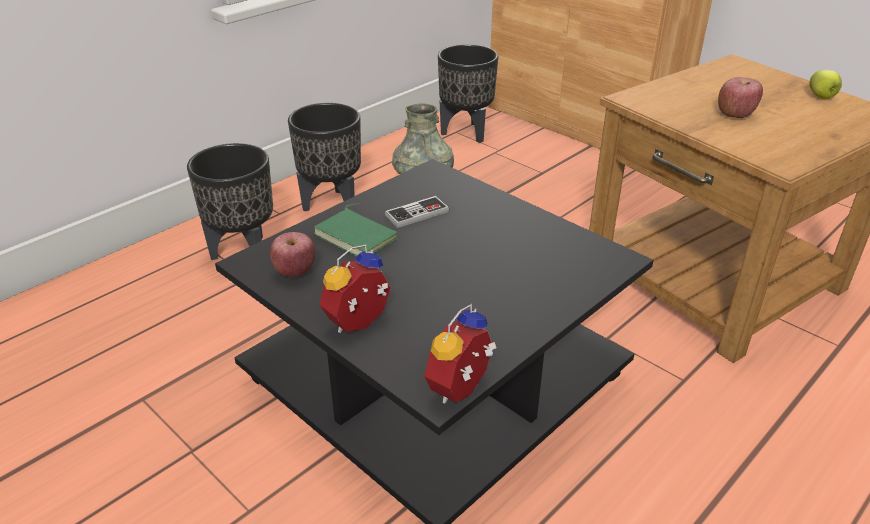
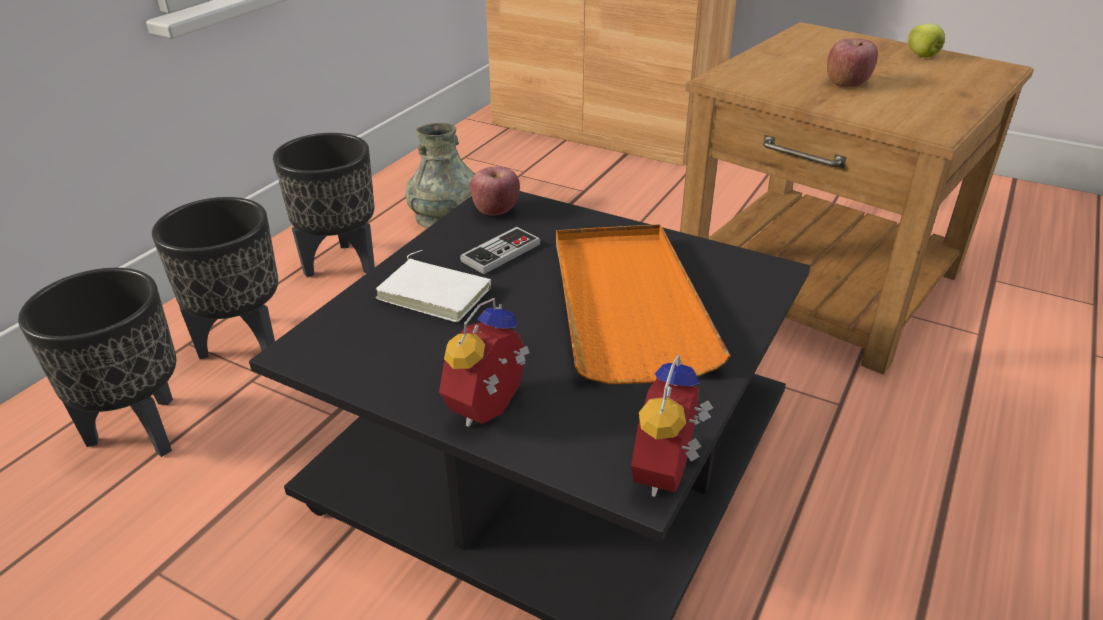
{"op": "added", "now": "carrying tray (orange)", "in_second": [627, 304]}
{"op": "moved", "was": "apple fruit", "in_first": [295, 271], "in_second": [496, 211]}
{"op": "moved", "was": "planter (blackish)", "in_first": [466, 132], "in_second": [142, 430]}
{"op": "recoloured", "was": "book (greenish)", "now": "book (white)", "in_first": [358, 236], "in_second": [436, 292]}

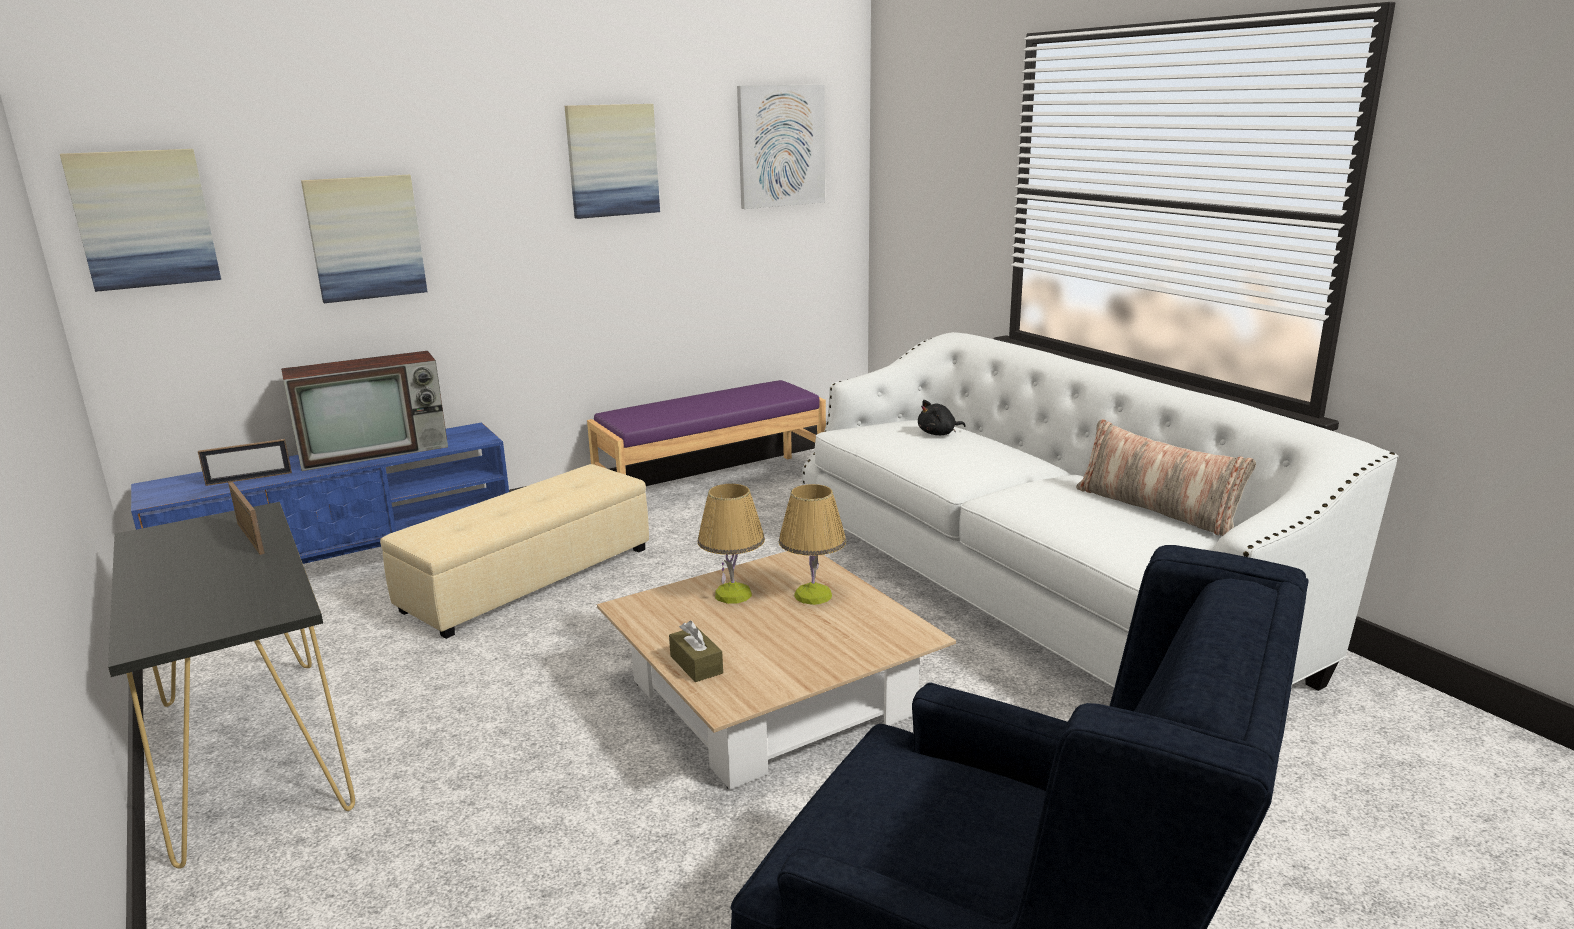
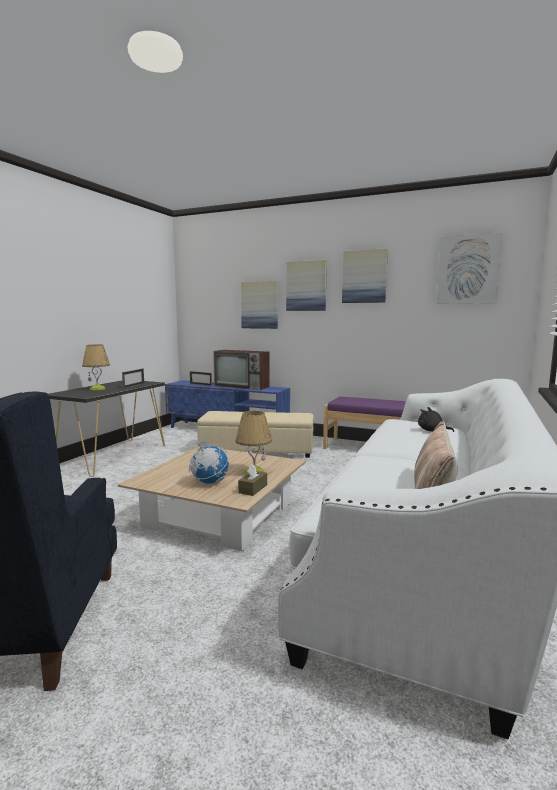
{"op": "added", "now": "world globe", "in_second": [209, 482]}
{"op": "moved", "was": "wall art", "in_first": [144, 219], "in_second": [306, 286]}
{"op": "moved", "was": "box of tissues (brown)", "in_first": [696, 664], "in_second": [253, 489]}
{"op": "moved", "was": "tabletop lamp", "in_first": [733, 594], "in_second": [97, 389]}

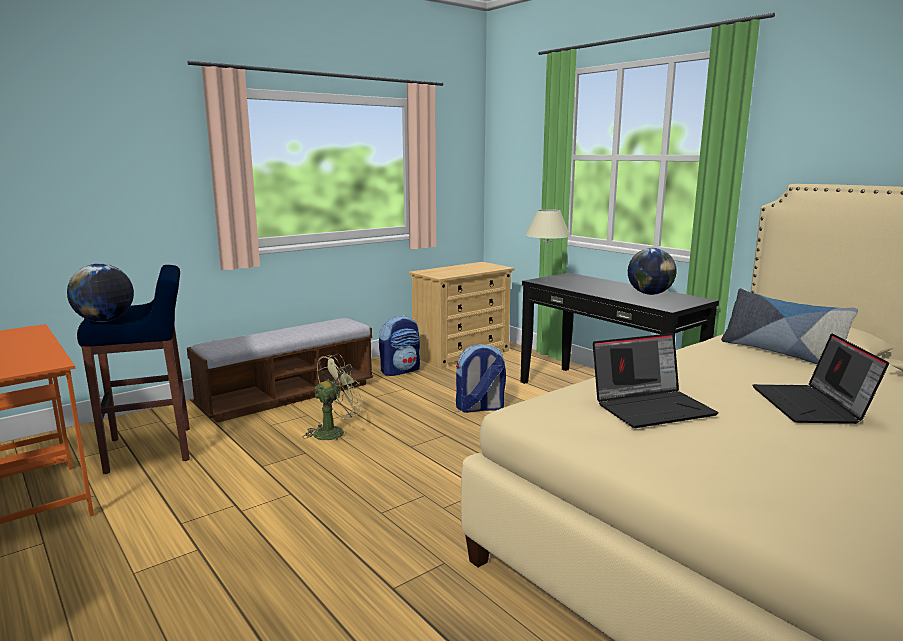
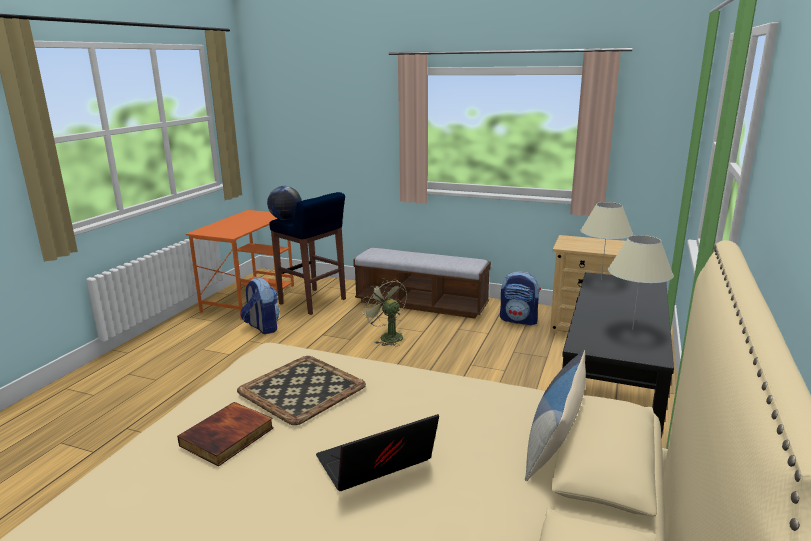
{"op": "added", "now": "book", "in_second": [228, 437]}
{"op": "moved", "was": "knapsack", "in_first": [480, 408], "in_second": [262, 327]}
{"op": "replaced", "was": "notebook computer", "now": "carrying tray", "in_first": [652, 407], "in_second": [303, 389]}
{"op": "replaced", "was": "world globe", "now": "tabletop lamp (beige)", "in_first": [649, 294], "in_second": [632, 329]}
{"op": "turned", "was": "cooling fan (greenish)", "in_first": [334, 432], "in_second": [387, 336], "clockwise": -150}

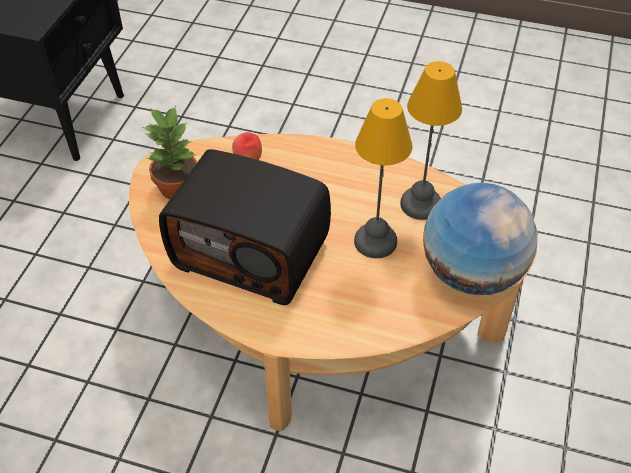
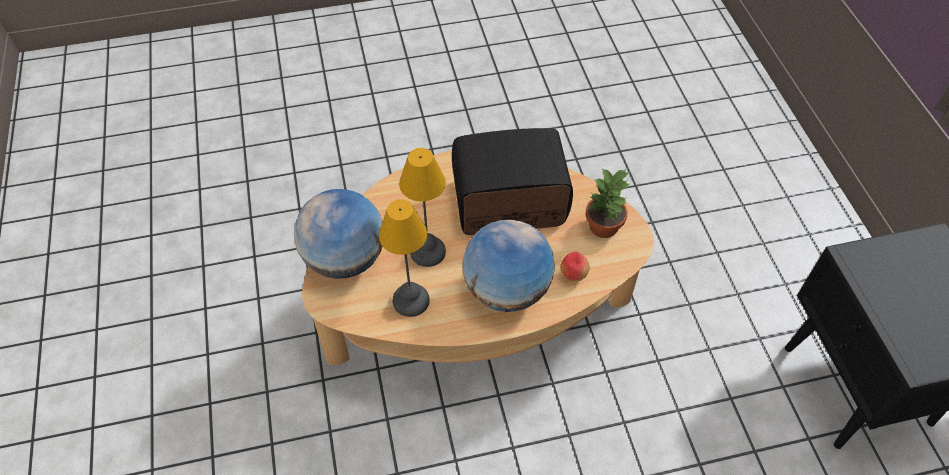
{"op": "added", "now": "world globe", "in_second": [506, 290]}

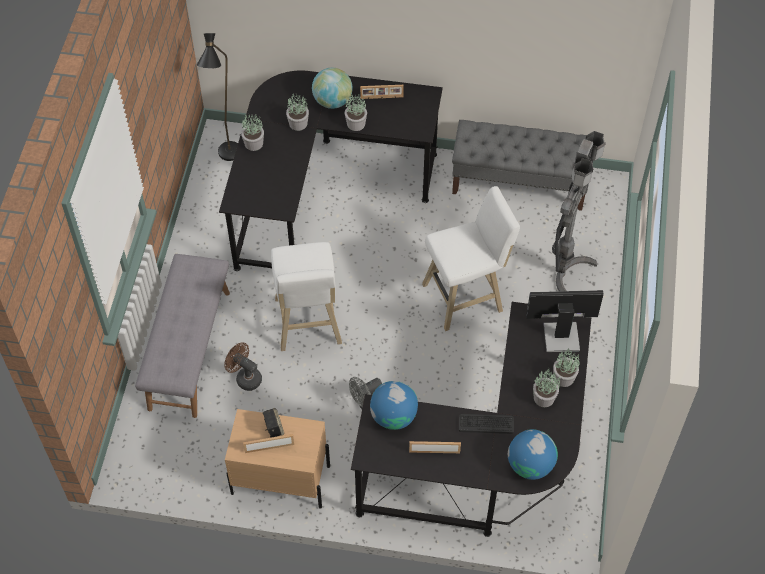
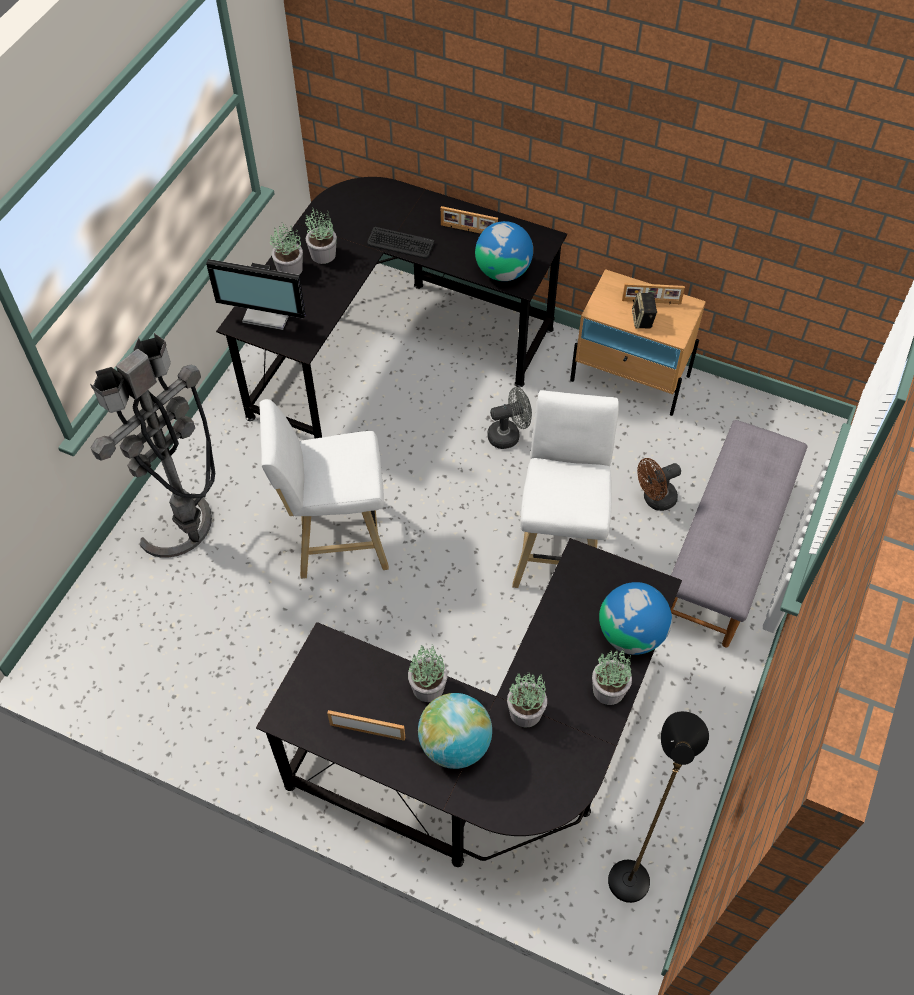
{"op": "removed", "was": "indoor bench (gray)", "in_first": [519, 183]}
{"op": "moved", "was": "world globe", "in_first": [530, 465], "in_second": [631, 634]}
{"op": "turned", "was": "cooling fan (brown)", "in_first": [245, 377], "in_second": [655, 499], "clockwise": 105}

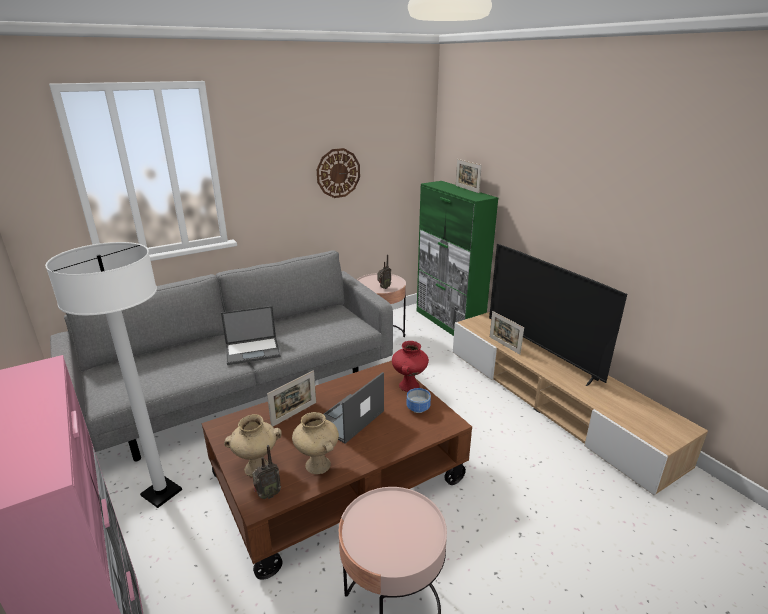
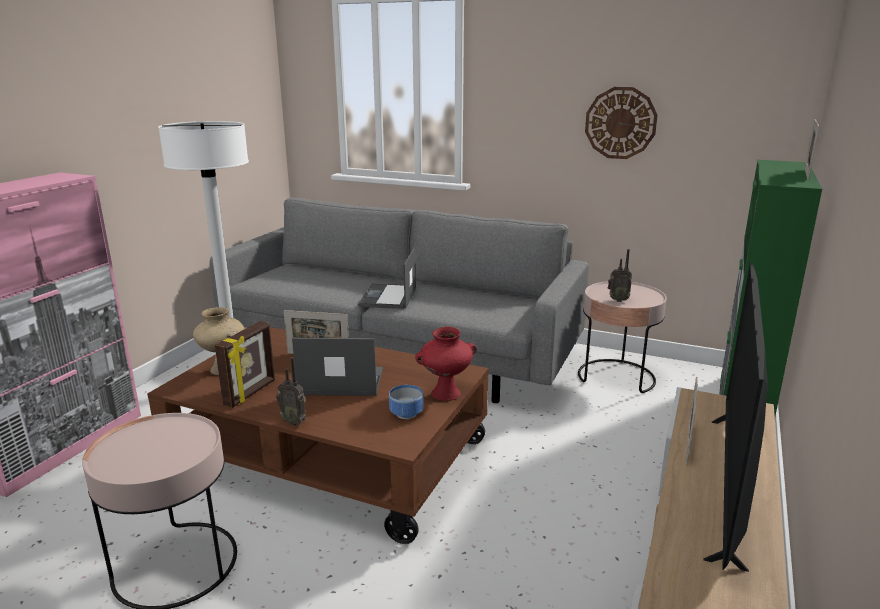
{"op": "moved", "was": "radio", "in_first": [267, 495], "in_second": [294, 422]}
{"op": "replaced", "was": "flower vase (beige)", "now": "picture frame", "in_first": [317, 465], "in_second": [251, 393]}
{"op": "turned", "was": "notebook computer", "in_first": [253, 350], "in_second": [388, 297], "clockwise": 60}

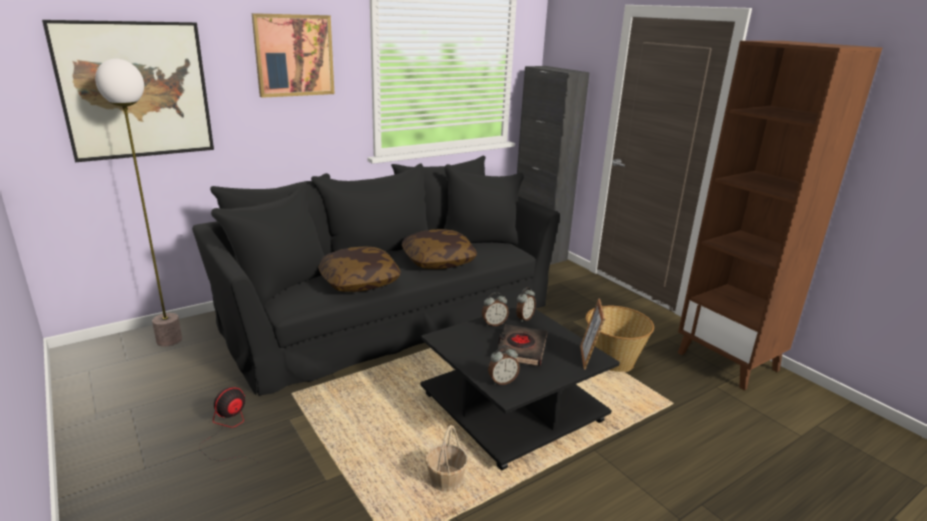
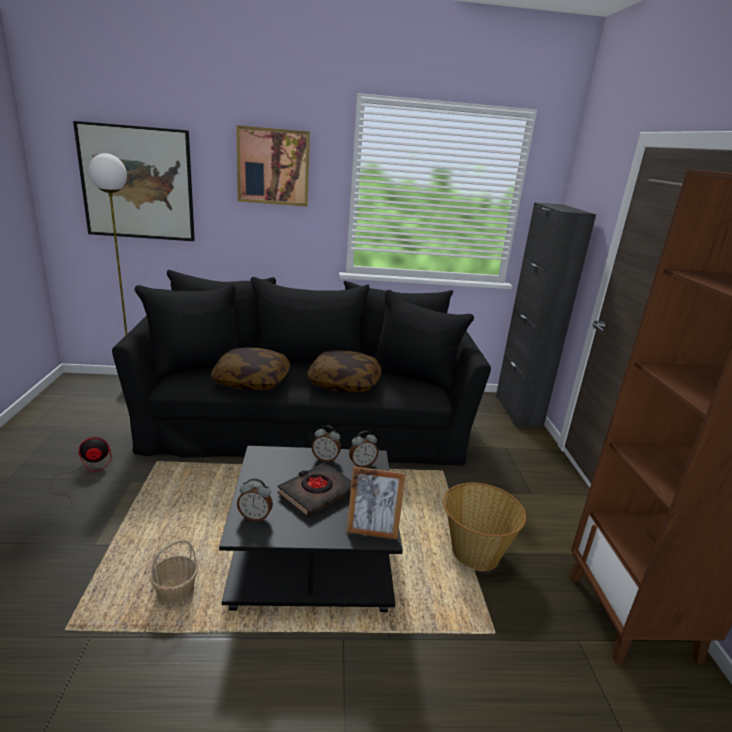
{"op": "turned", "was": "picture frame", "in_first": [588, 358], "in_second": [372, 530], "clockwise": -120}

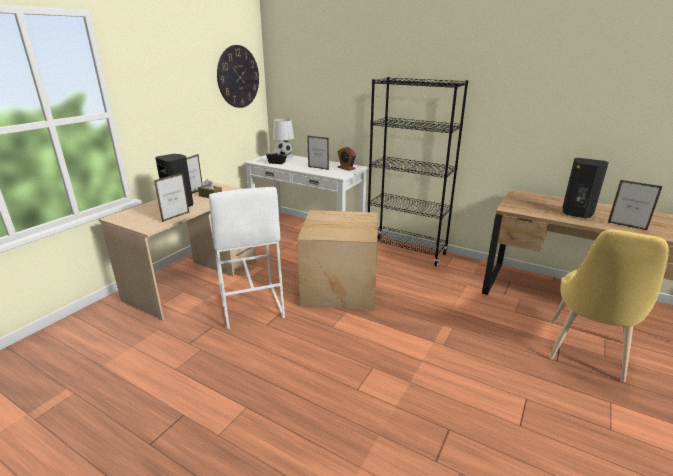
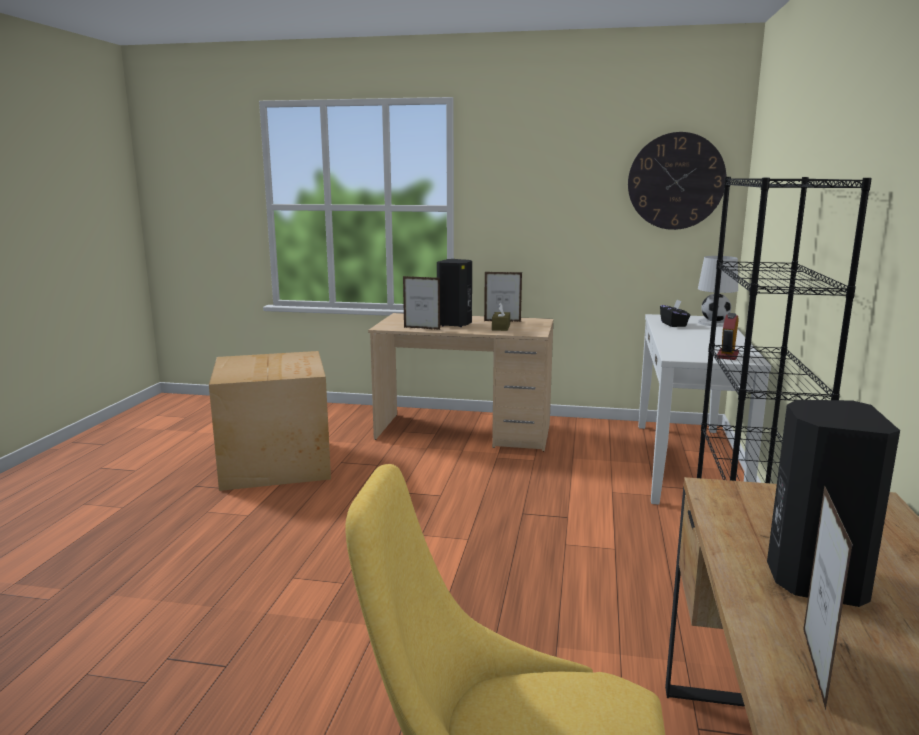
{"op": "removed", "was": "stool (white)", "in_first": [250, 305]}
{"op": "removed", "was": "picture frame", "in_first": [318, 168]}
{"op": "moved", "was": "cardboard box", "in_first": [339, 287], "in_second": [277, 463]}

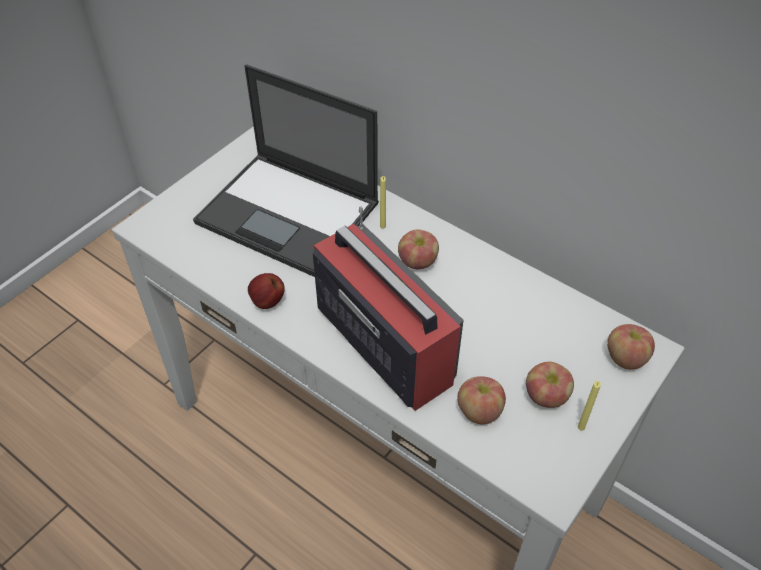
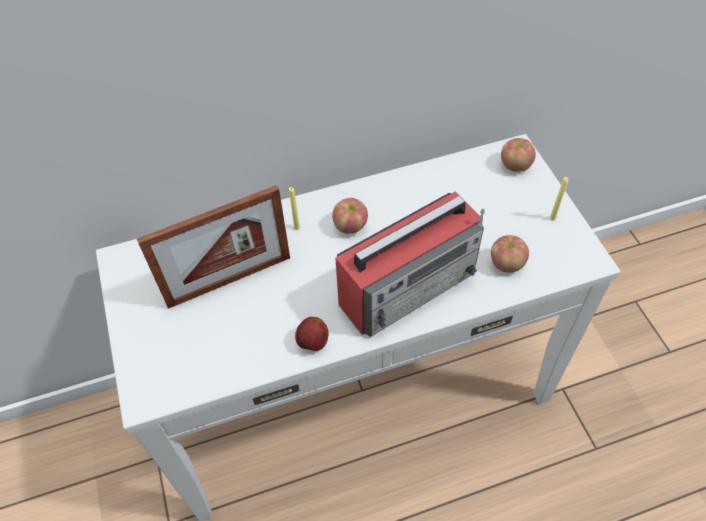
{"op": "removed", "was": "apple fruit", "in_first": [546, 397]}
{"op": "replaced", "was": "notebook computer", "now": "picture frame", "in_first": [290, 214], "in_second": [229, 280]}
{"op": "turned", "was": "radio", "in_first": [383, 342], "in_second": [409, 286], "clockwise": 150}

